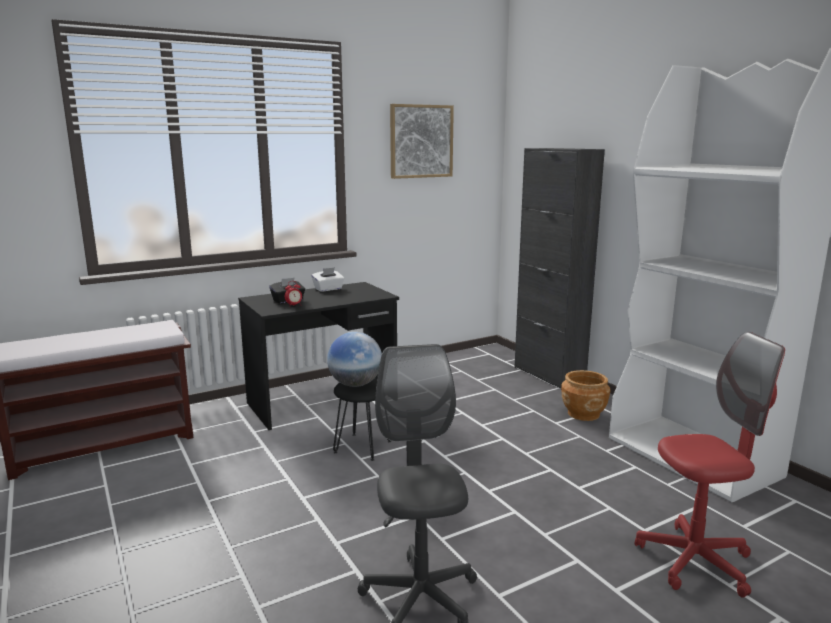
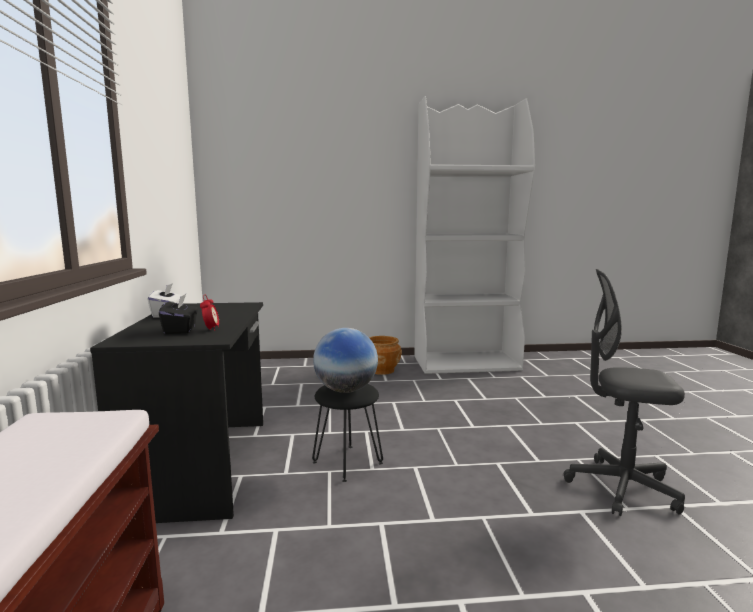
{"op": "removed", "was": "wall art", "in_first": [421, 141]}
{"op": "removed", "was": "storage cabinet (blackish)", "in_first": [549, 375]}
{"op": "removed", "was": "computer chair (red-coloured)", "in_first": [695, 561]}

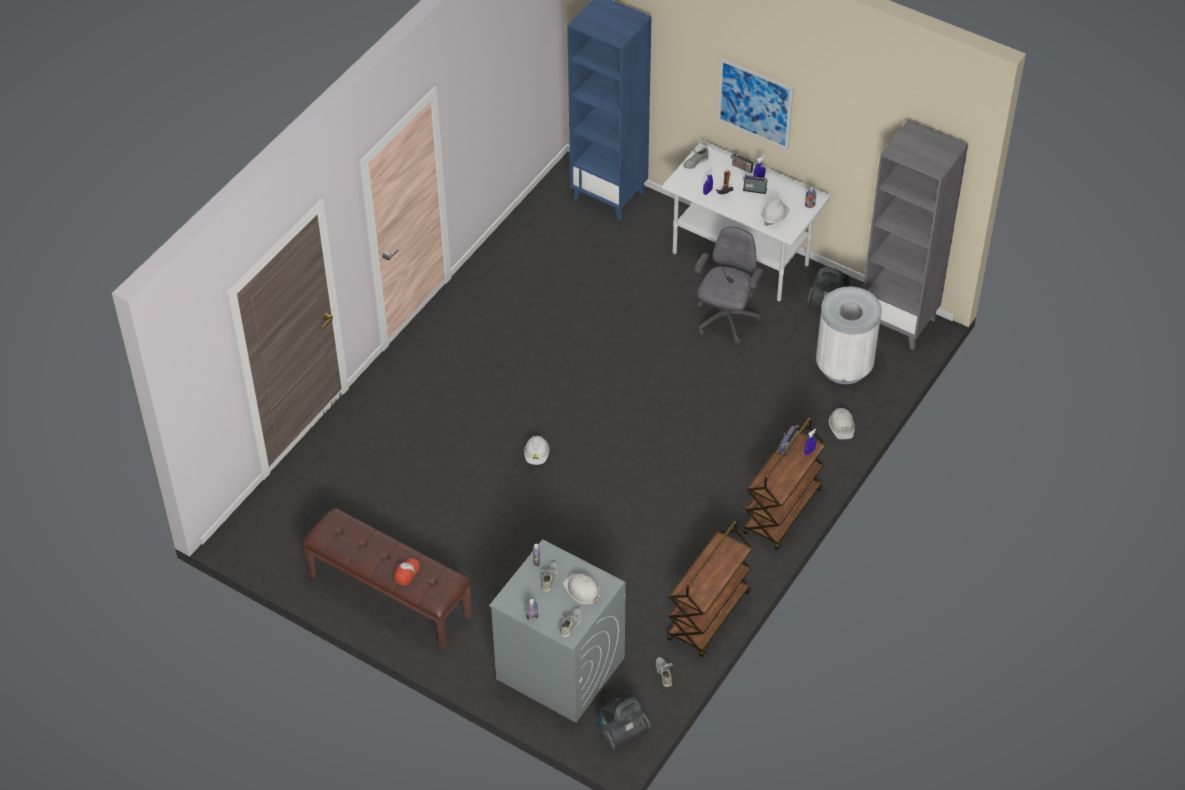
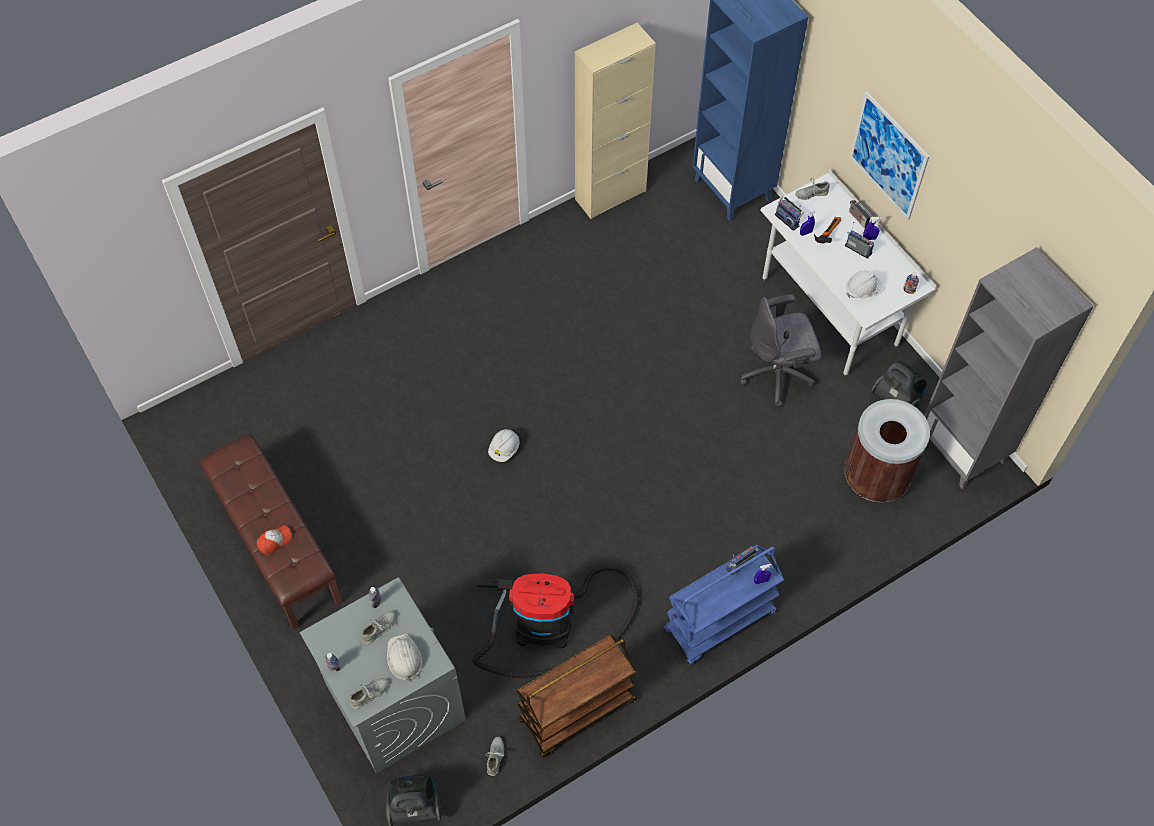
{"op": "removed", "was": "work helmet (white)", "in_first": [842, 425]}
{"op": "added", "now": "vacuum", "in_second": [550, 625]}
{"op": "added", "now": "storage cabinet (beige)", "in_second": [610, 195]}
{"op": "added", "now": "radio", "in_second": [788, 219]}
{"op": "recoloured", "was": "trolley (brown)", "now": "trolley (blue)", "in_first": [782, 512], "in_second": [719, 623]}
{"op": "recoloured", "was": "trash can (white)", "now": "trash can (brown)", "in_first": [844, 367], "in_second": [875, 478]}
{"op": "turned", "was": "computer chair (gray)", "in_first": [725, 320], "in_second": [777, 374], "clockwise": -150}

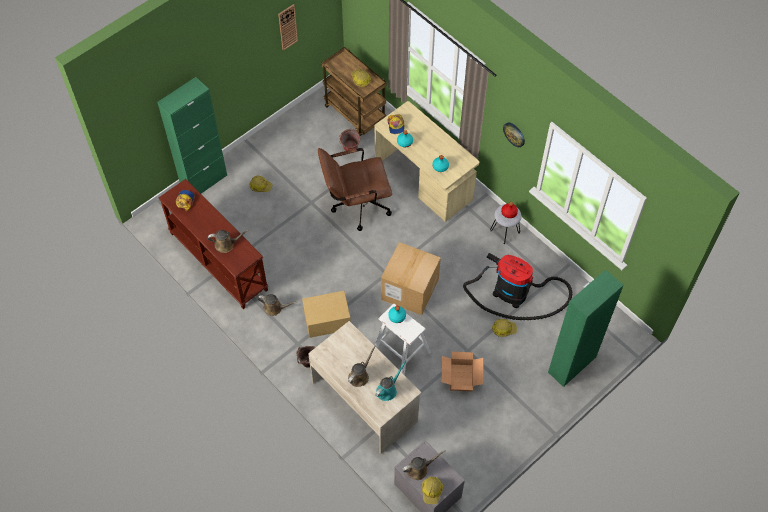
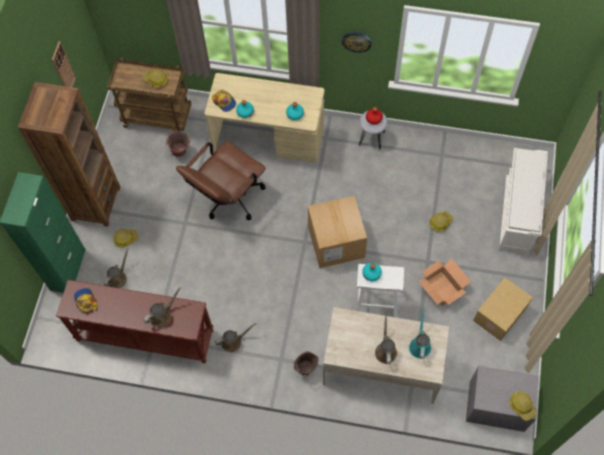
{"op": "removed", "was": "vacuum", "in_first": [515, 293]}
{"op": "added", "now": "shelving unit (brown)", "in_second": [95, 203]}
{"op": "moved", "was": "cardboard box", "in_first": [327, 321], "in_second": [500, 315]}
{"op": "moved", "was": "watering can (brown)", "in_first": [419, 469], "in_second": [118, 278]}
{"op": "replaced", "was": "storage cabinet (greenish)", "now": "shoe stand (white)", "in_first": [572, 365], "in_second": [517, 214]}

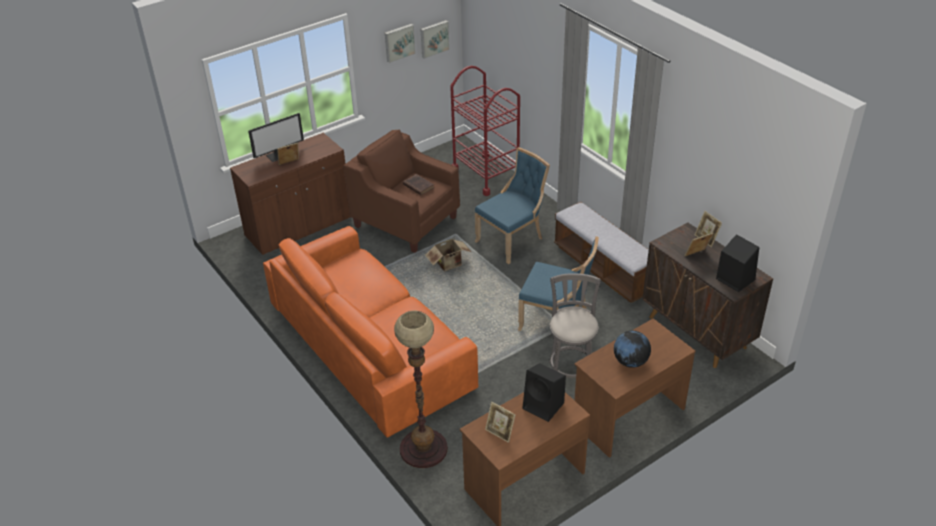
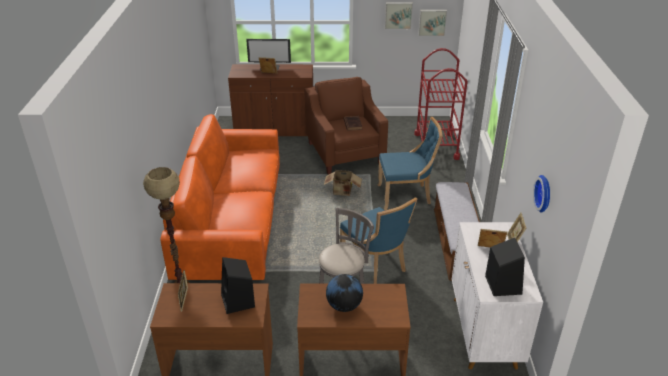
{"op": "added", "now": "wall clock", "in_second": [545, 193]}
{"op": "recoloured", "was": "storage cabinet (brown)", "now": "storage cabinet (white)", "in_first": [697, 332], "in_second": [484, 332]}

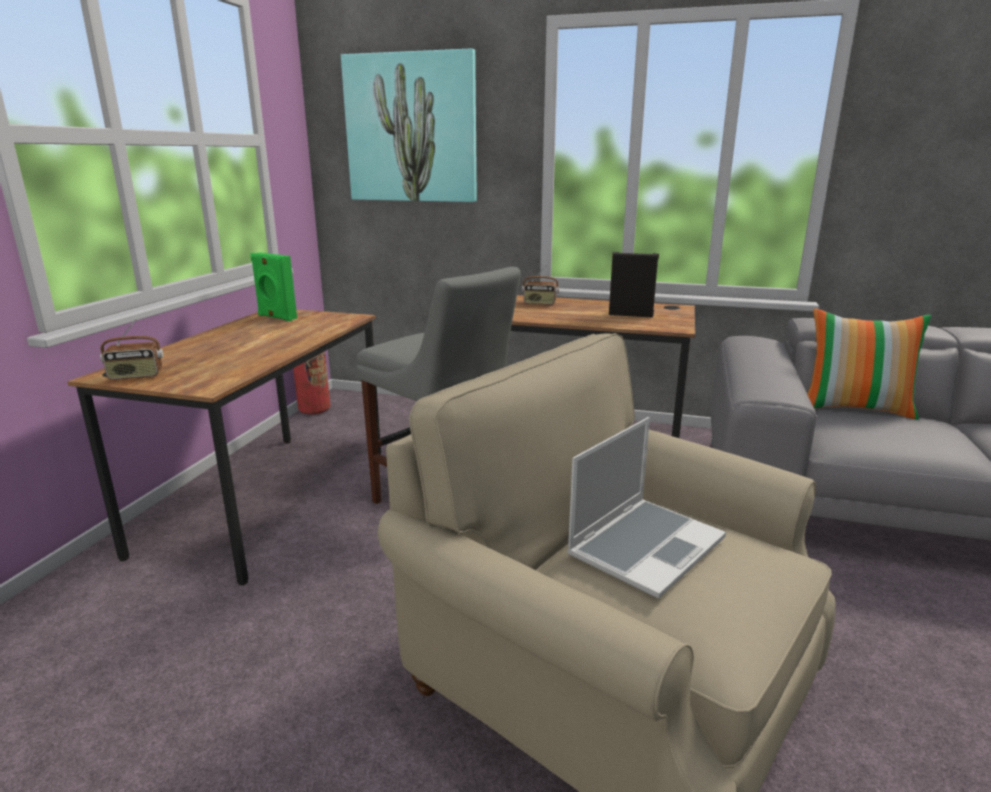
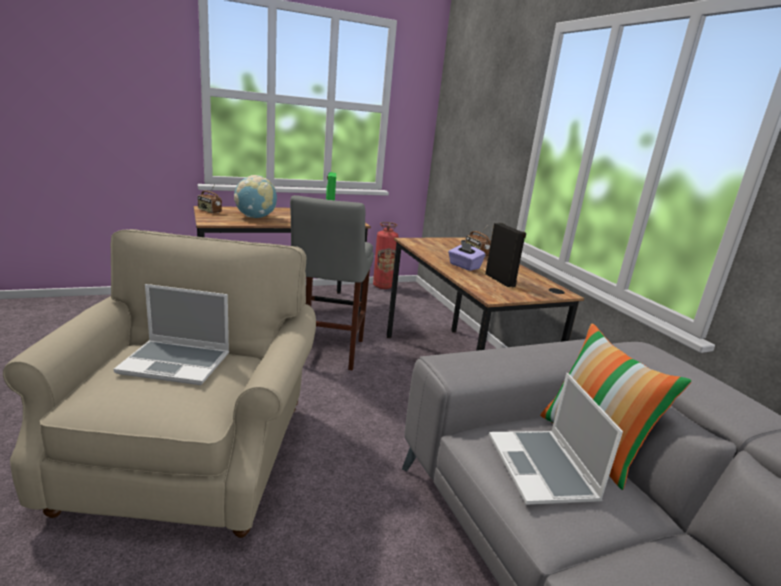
{"op": "removed", "was": "wall art", "in_first": [411, 129]}
{"op": "added", "now": "world globe", "in_second": [255, 217]}
{"op": "added", "now": "box of tissues (purple-coloured)", "in_second": [464, 266]}
{"op": "added", "now": "notebook computer", "in_second": [543, 469]}

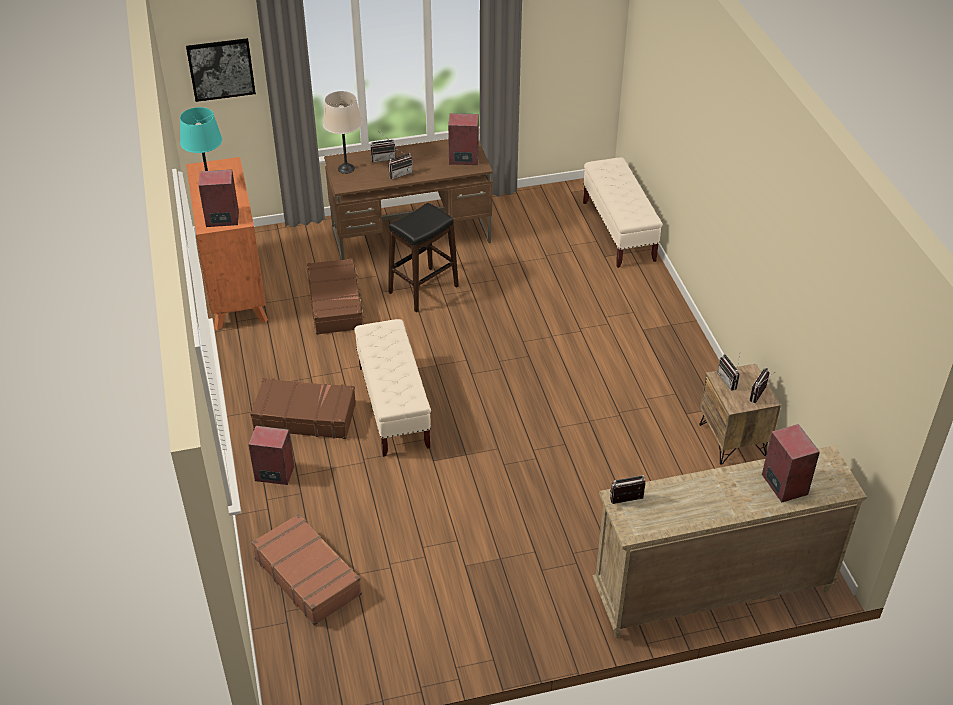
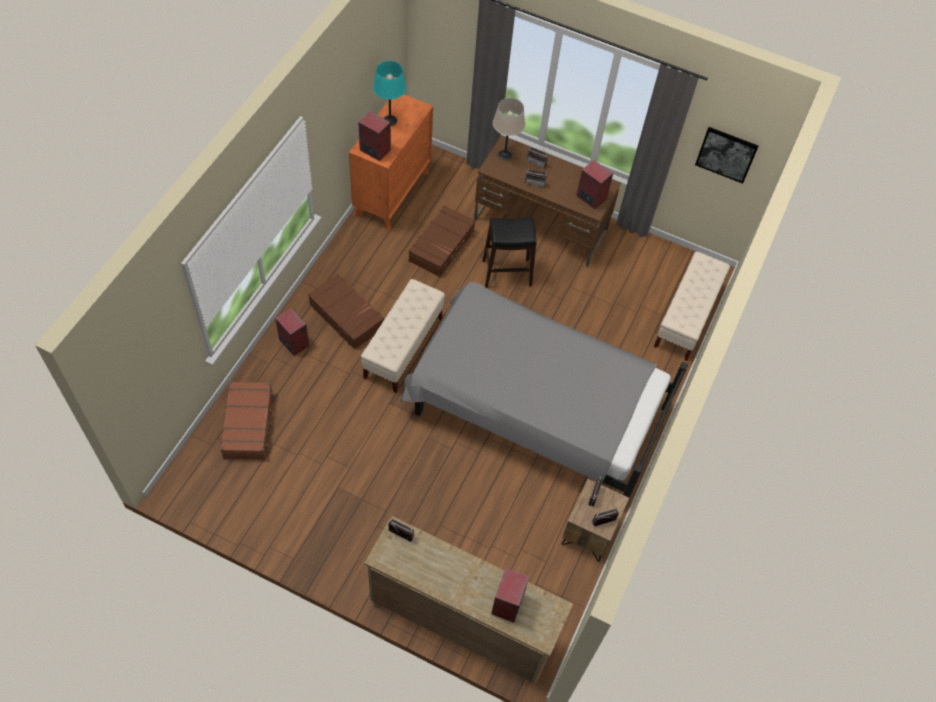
{"op": "added", "now": "sleeping bed (gray)", "in_second": [534, 406]}
{"op": "moved", "was": "wall art", "in_first": [221, 69], "in_second": [726, 154]}

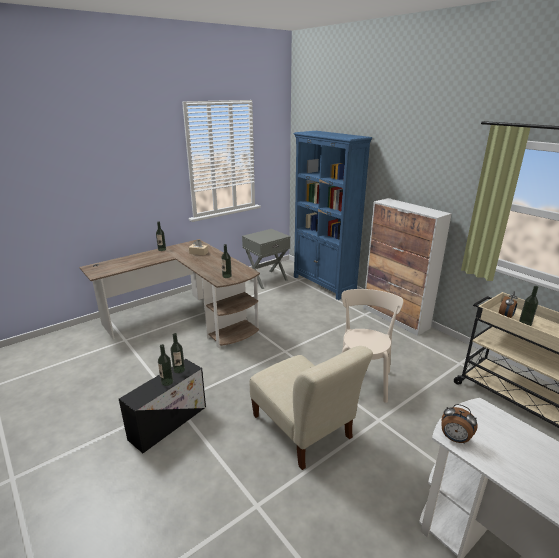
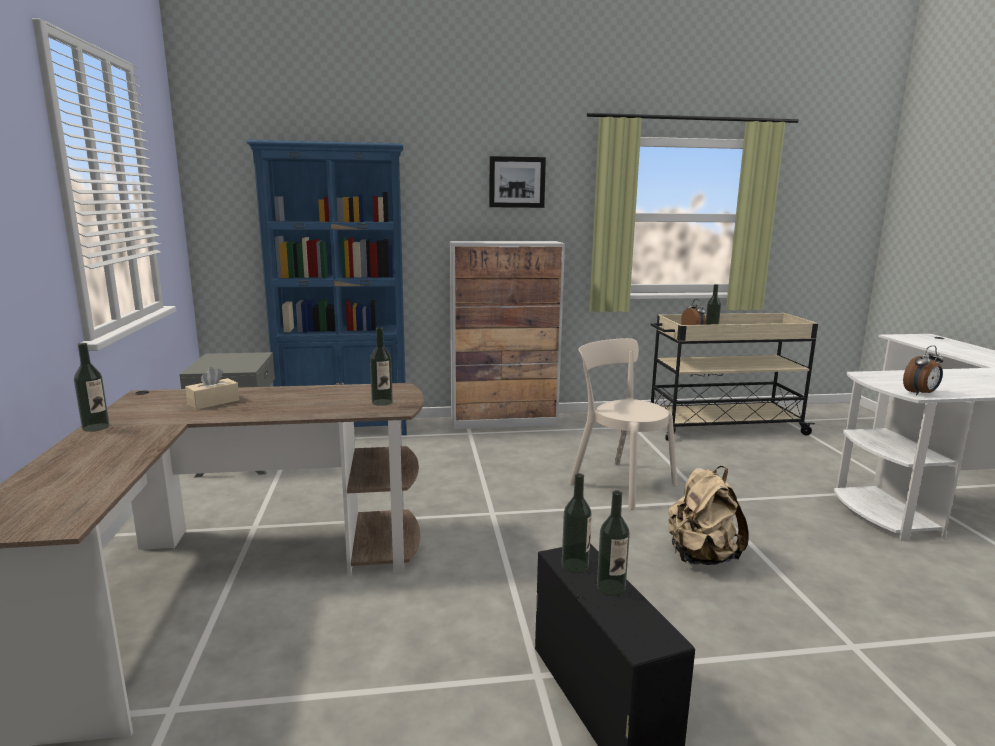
{"op": "added", "now": "wall art", "in_second": [516, 182]}
{"op": "replaced", "was": "chair (beige)", "now": "knapsack (beige)", "in_first": [303, 430], "in_second": [701, 557]}

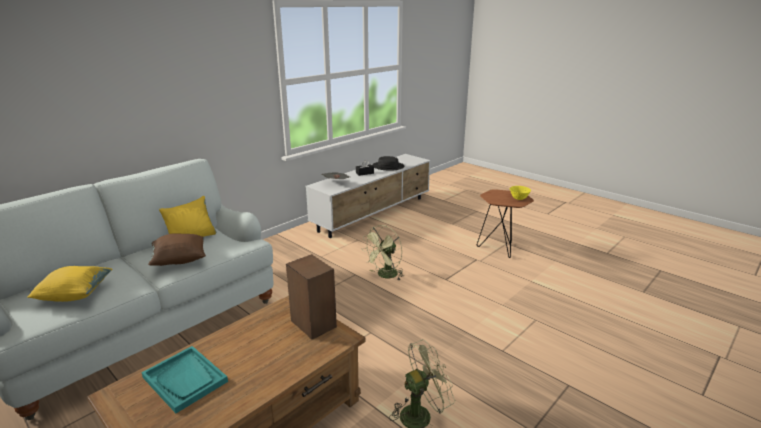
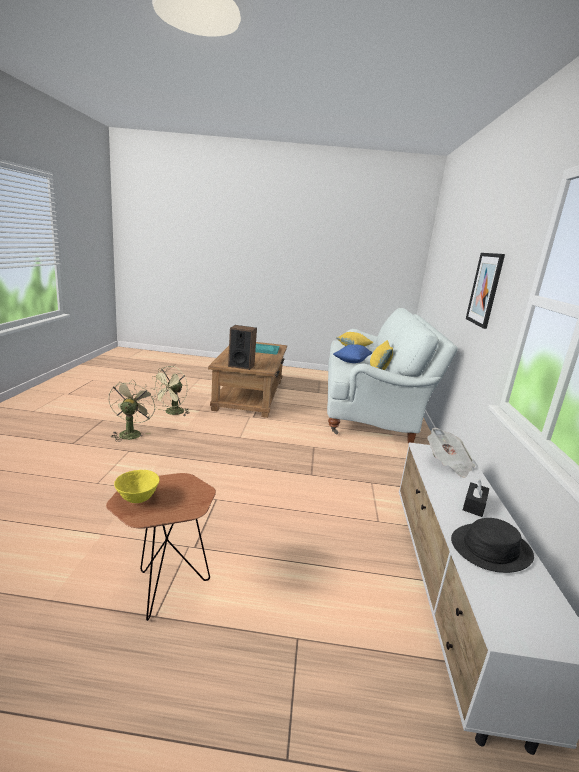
{"op": "added", "now": "wall art", "in_second": [485, 289]}
{"op": "moved", "was": "cooling fan (greenish)", "in_first": [385, 276], "in_second": [131, 433]}
{"op": "recoloured", "was": "pillow (brown)", "now": "pillow (blue)", "in_first": [179, 261], "in_second": [351, 361]}

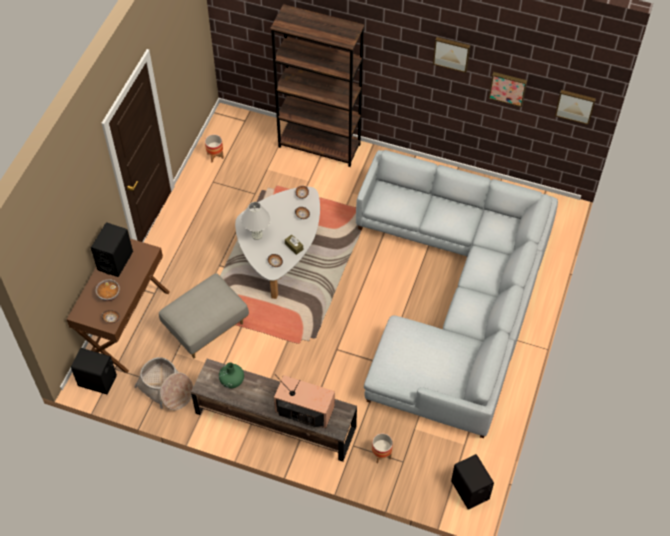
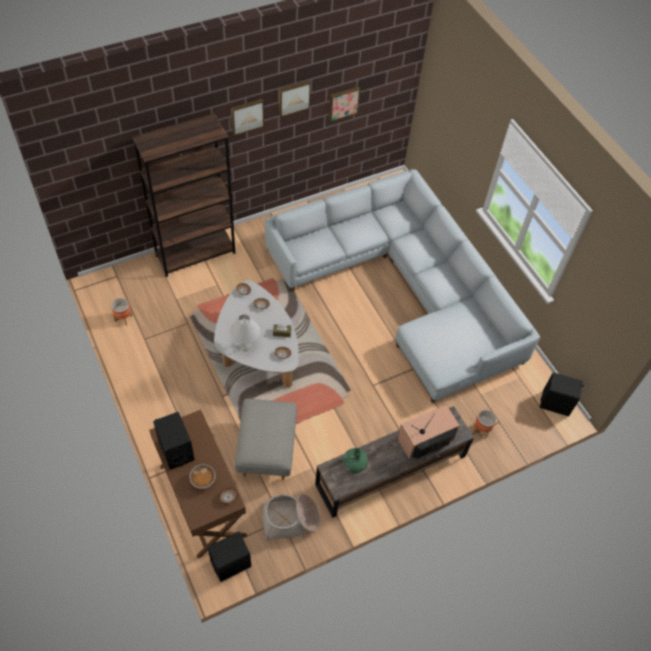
{"op": "moved", "was": "wall art", "in_first": [575, 105], "in_second": [247, 116]}

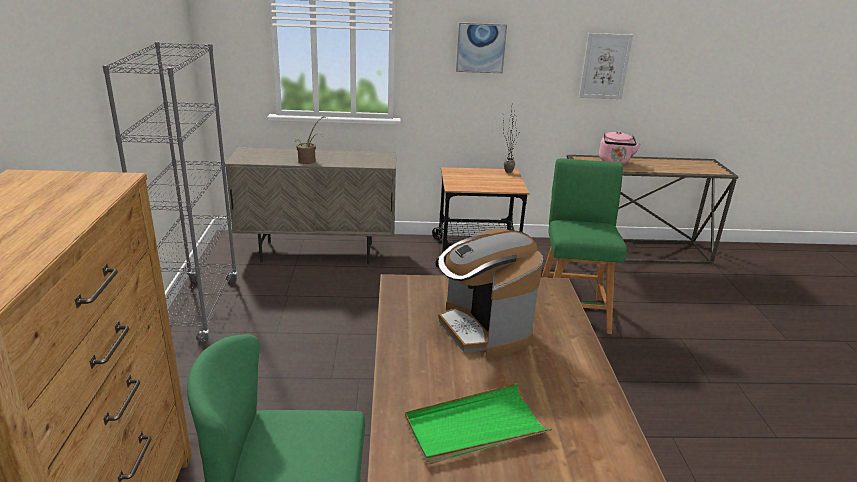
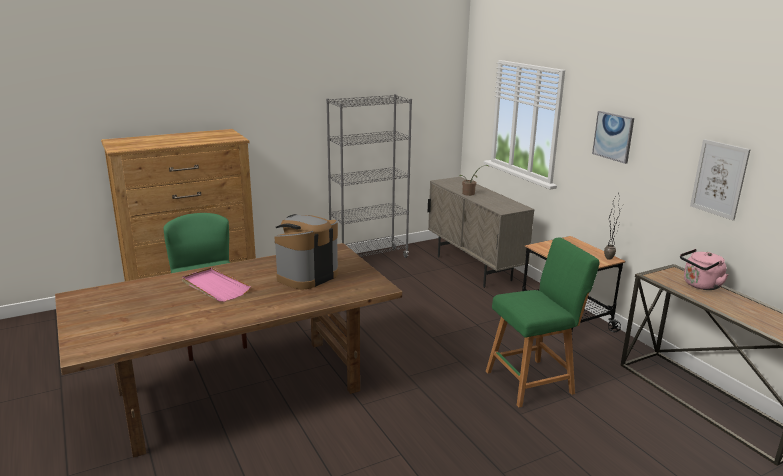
{"op": "recoloured", "was": "carrying tray (greenish)", "now": "carrying tray (pinkish)", "in_first": [475, 427], "in_second": [215, 287]}

